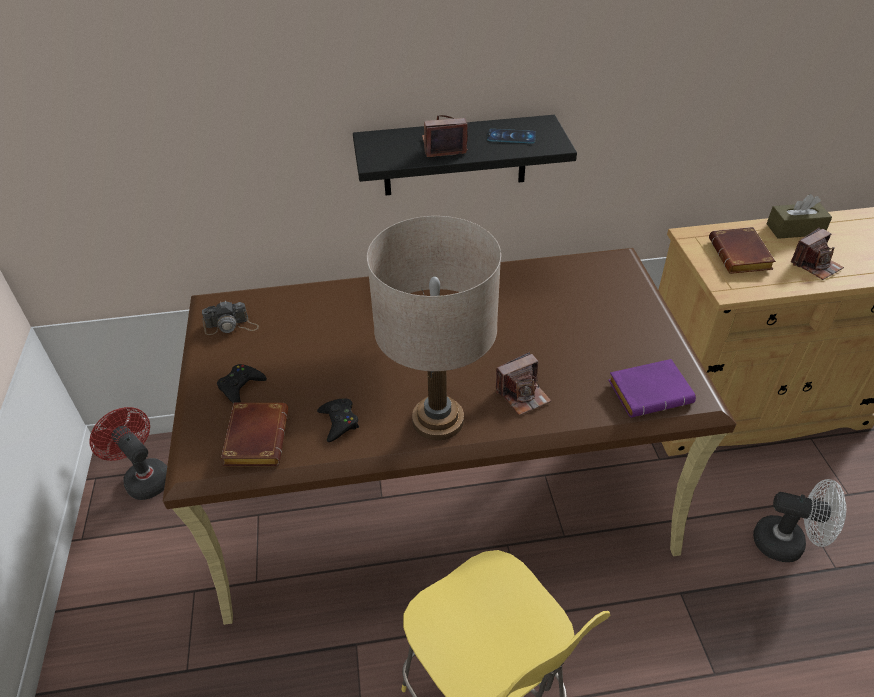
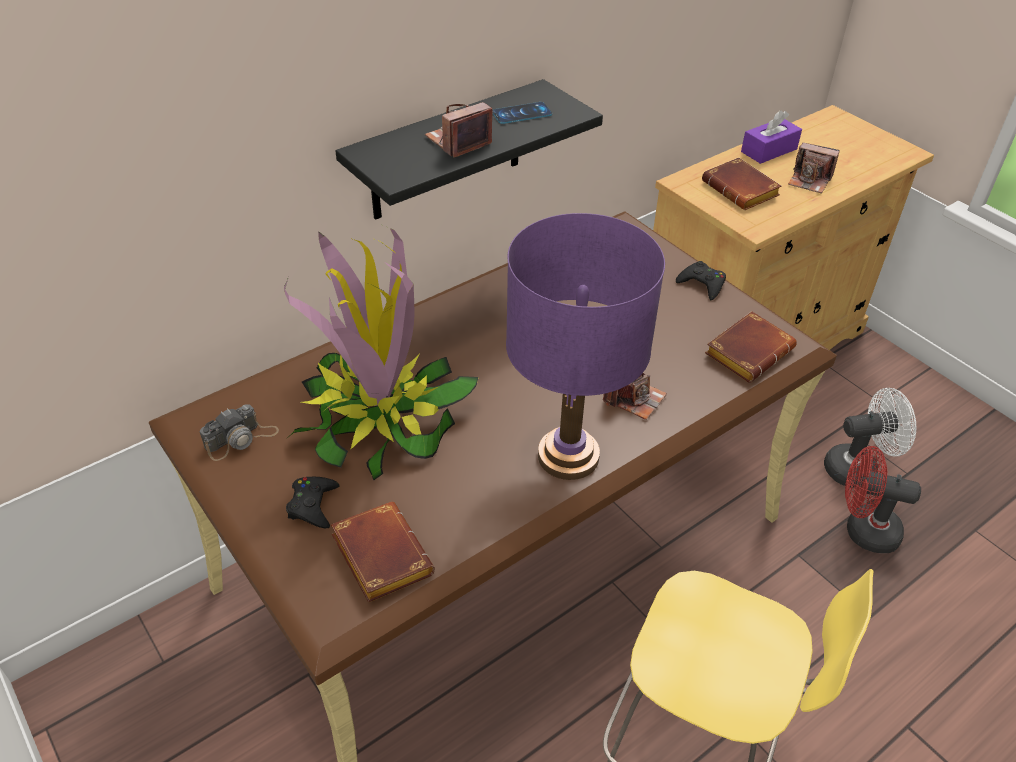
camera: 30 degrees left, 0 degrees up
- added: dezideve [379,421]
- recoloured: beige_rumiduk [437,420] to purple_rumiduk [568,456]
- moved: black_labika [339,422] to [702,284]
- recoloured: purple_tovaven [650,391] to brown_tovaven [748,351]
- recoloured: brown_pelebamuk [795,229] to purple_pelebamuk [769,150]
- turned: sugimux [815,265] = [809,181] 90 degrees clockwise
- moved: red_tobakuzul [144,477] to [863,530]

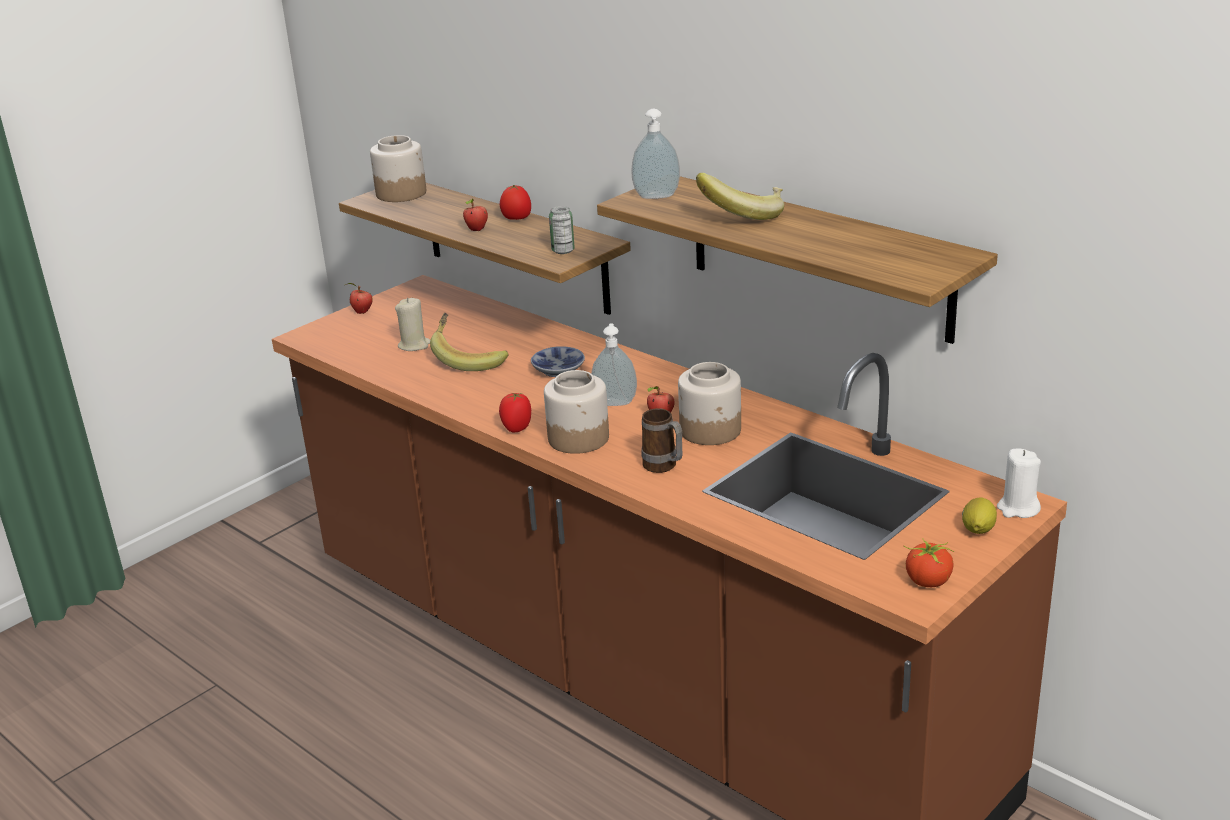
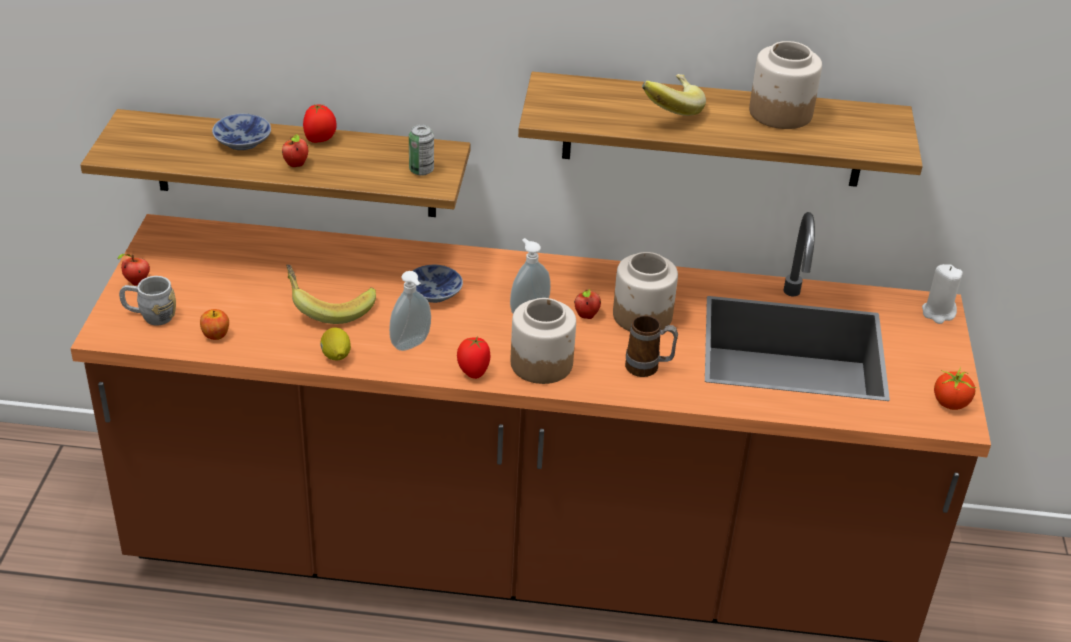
camera: 40 degrees left, 10 degrees up
- added: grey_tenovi [150,316]
- added: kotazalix [216,335]
- added: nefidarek [241,140]
- moved: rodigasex [977,530] to [336,356]
- moved: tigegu [656,197] to [412,345]
- moved: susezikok [401,193] to [779,112]
- removed: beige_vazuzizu [414,345]

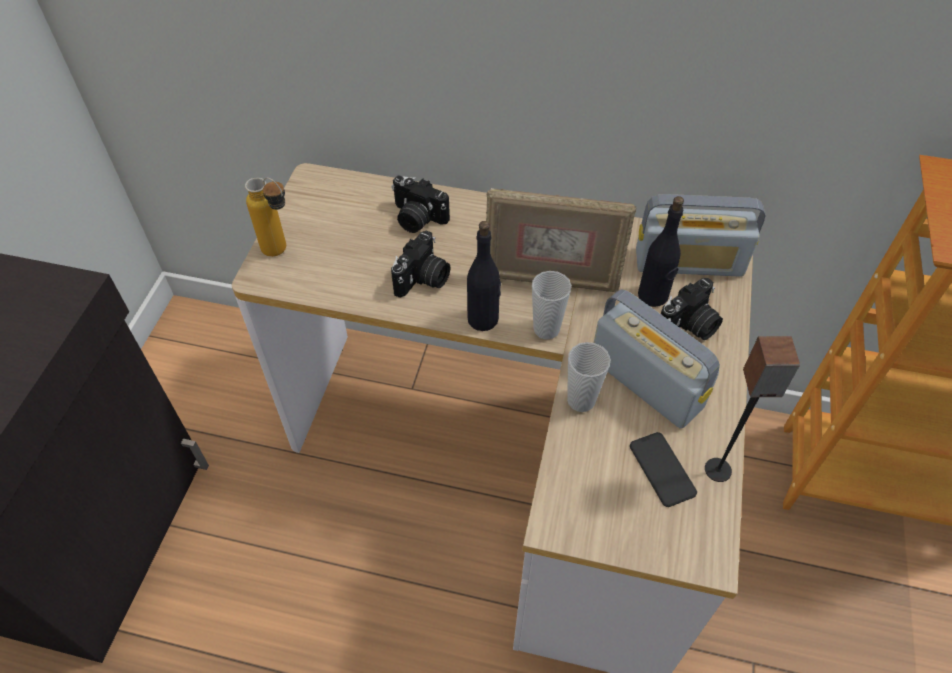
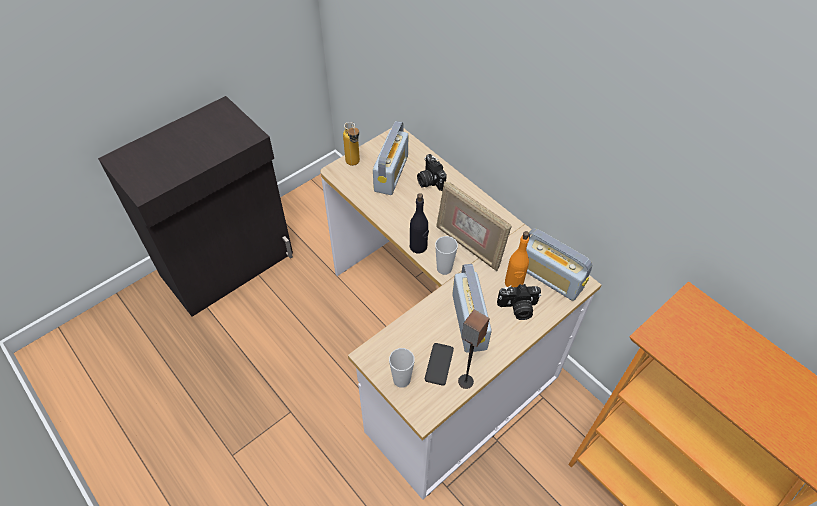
camera: 35 degrees right, 0 degrees up
- added: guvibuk [391,173]
- moved: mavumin [581,400] to [401,380]
- recoloured: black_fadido [653,296] to orange_fadido [513,283]
- removed: sugimux [423,279]

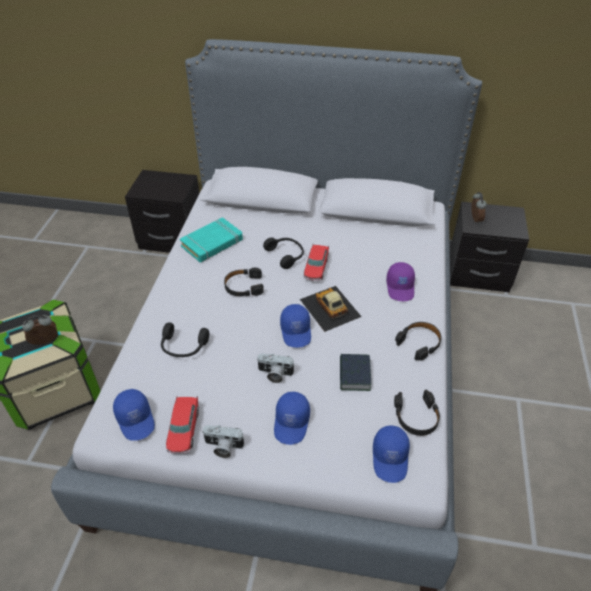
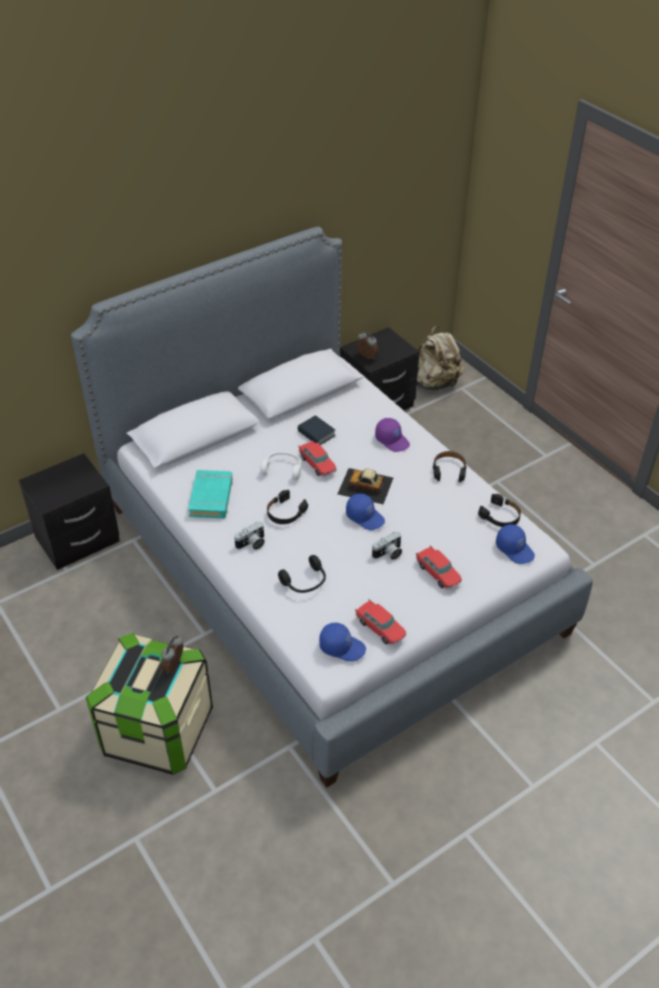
camera: 45 degrees left, 0 degrees up
- moved: sugimux [223,447] to [252,544]
- recoloured: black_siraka [286,255] to white_siraka [283,469]
- moved: tovaven [354,375] to [316,434]
- replaced: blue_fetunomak [292,423] to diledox [438,573]
- added: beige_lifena [434,383]

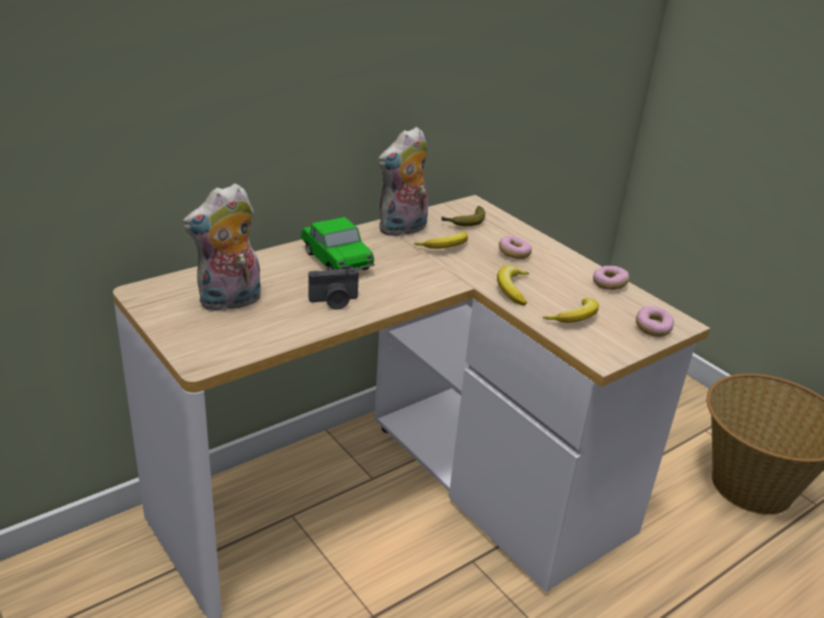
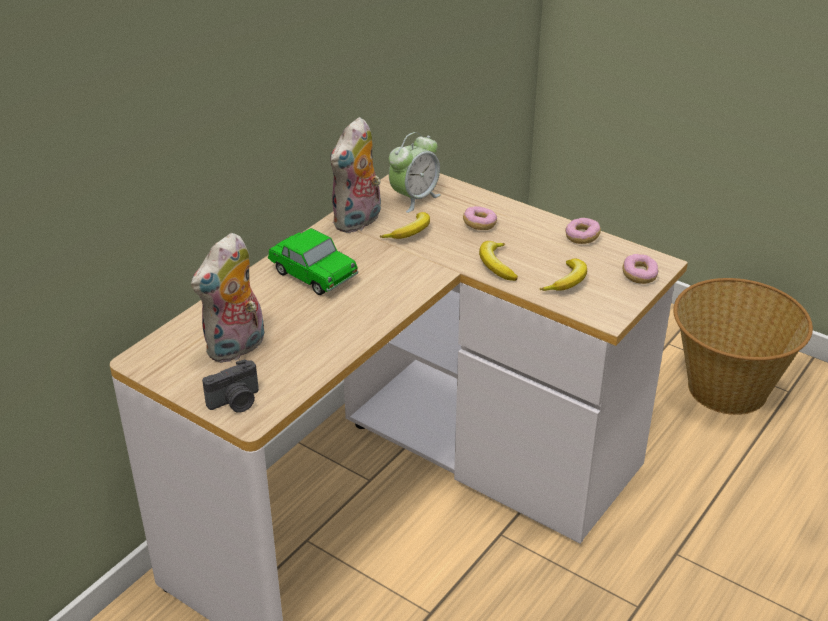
camera: 15 degrees left, 5 degrees up
- moved: sugimux [334,301] to [236,402]
- replaced: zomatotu [464,222] to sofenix [414,199]

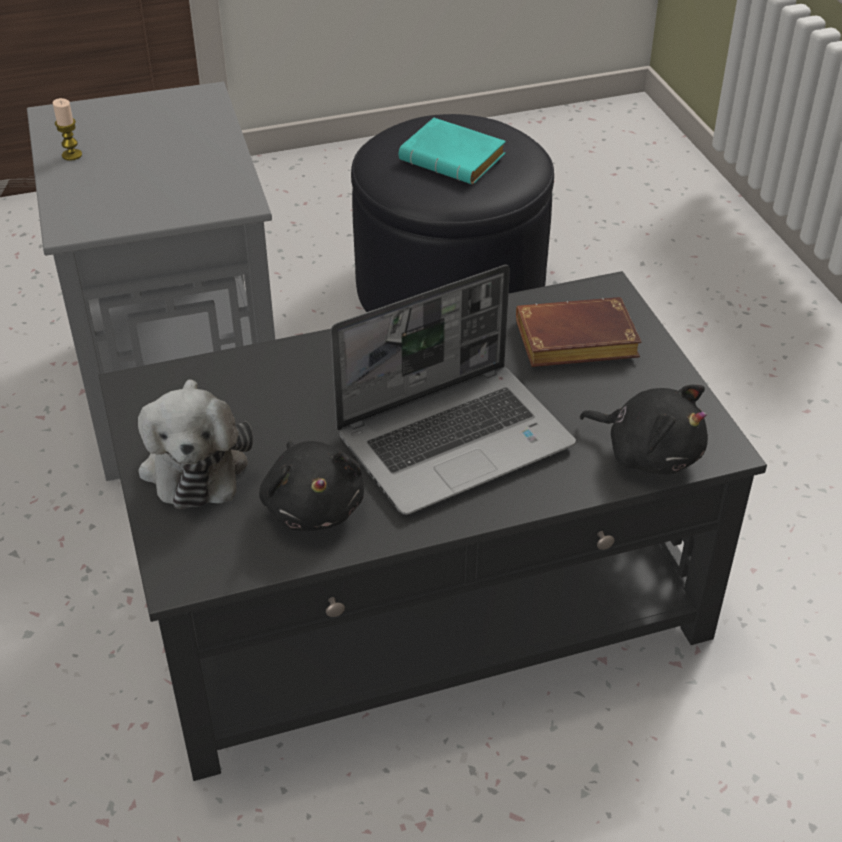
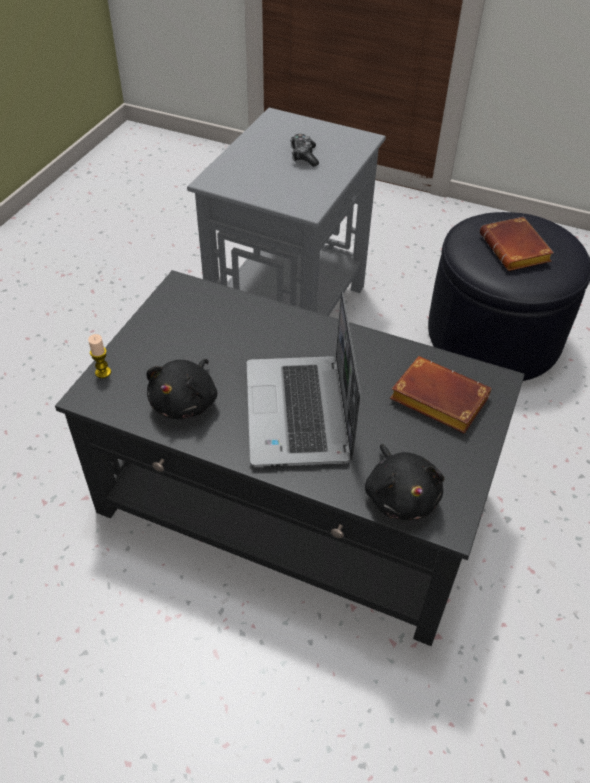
camera: 40 degrees right, 5 degrees up
- moved: vazuzizu [72,155] to [103,372]
- turned: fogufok [456,439] = [300,413] 75 degrees clockwise
- added: labika [304,156]
- recoloured: turquoise_tovaven [456,159] to brown_tovaven [516,250]
- removed: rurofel [195,462]

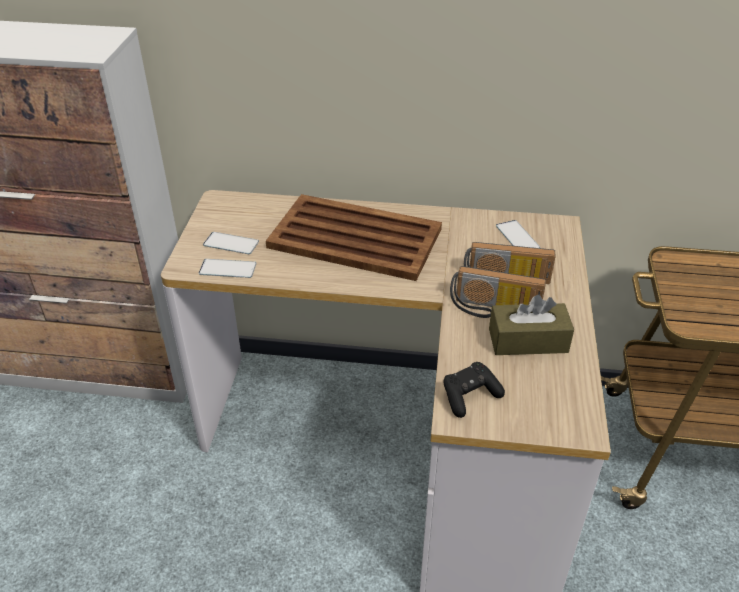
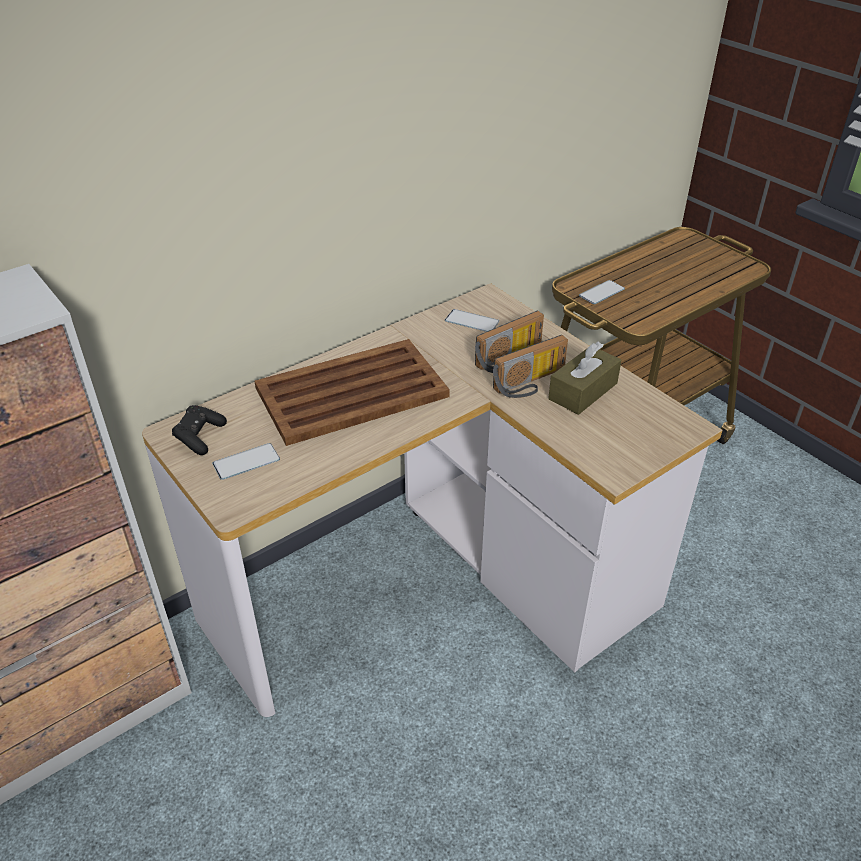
camera: 45 degrees left, 0 degrees up
- moved: black_labika [469,396] to [200,437]
- moved: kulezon [227,269] to [601,292]

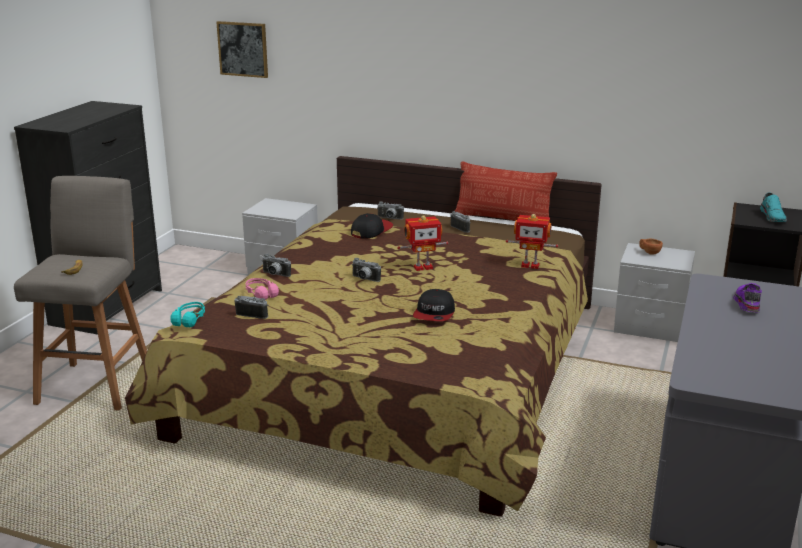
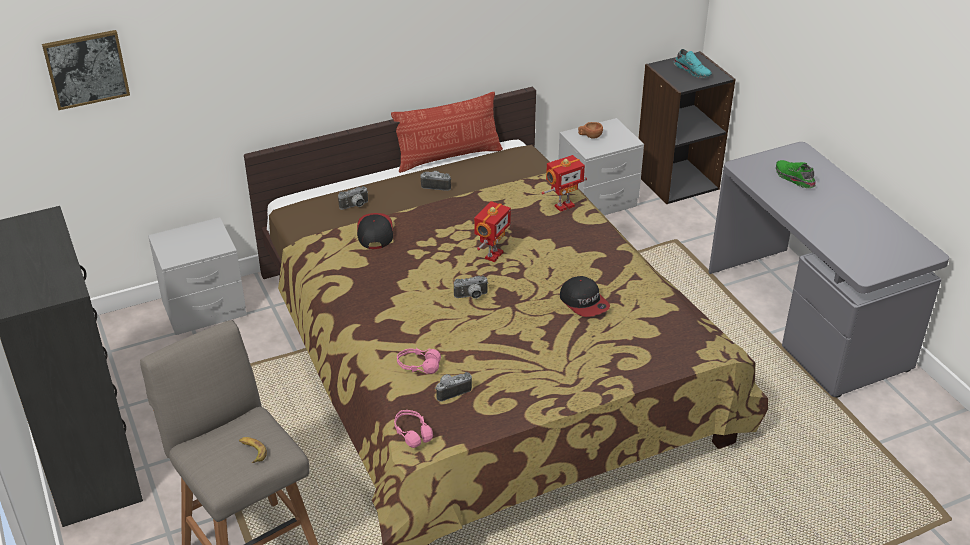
camera: 45 degrees left, 15 degrees up
- recoloured: turquoise_siraka [189,320] to pink_siraka [412,433]
- recoloured: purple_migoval [746,303] to green_migoval [793,178]
- removed: sugimux [275,275]

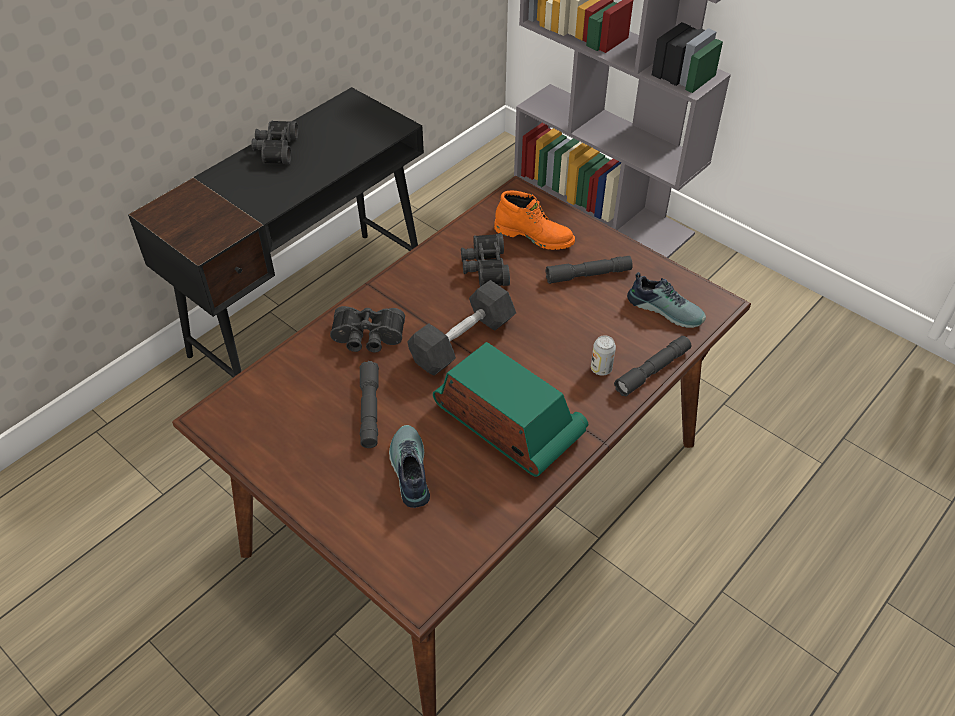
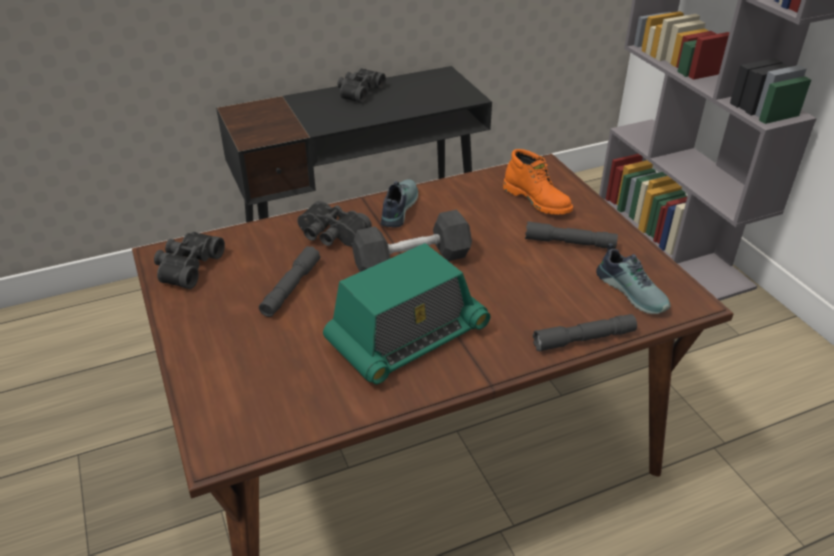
camera: 25 degrees right, 10 degrees down
- moved: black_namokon [484,268] to [187,267]
- turned: guvibuk [508,422] = [407,337] 75 degrees clockwise
- moved: migoval [408,470] to [397,208]
- removed: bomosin [601,369]

